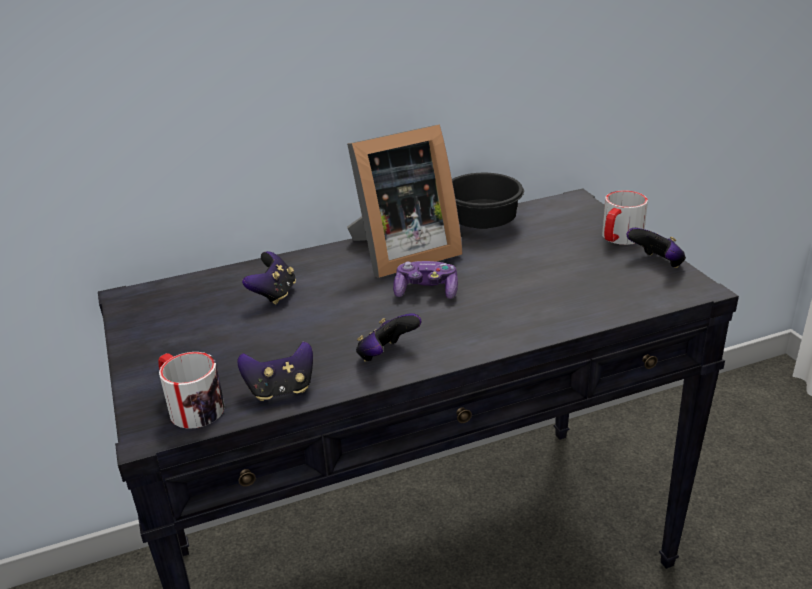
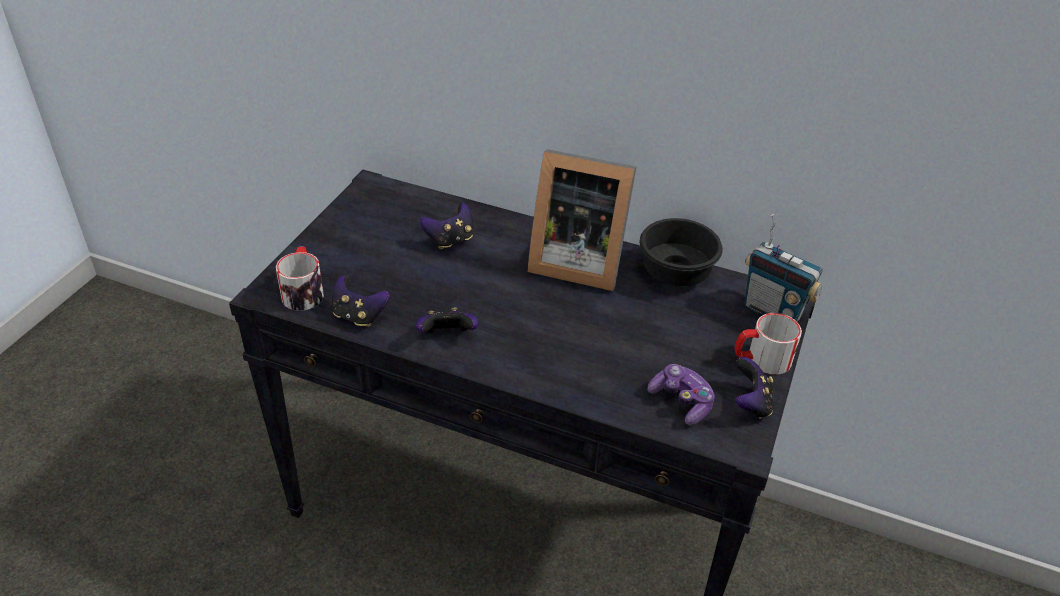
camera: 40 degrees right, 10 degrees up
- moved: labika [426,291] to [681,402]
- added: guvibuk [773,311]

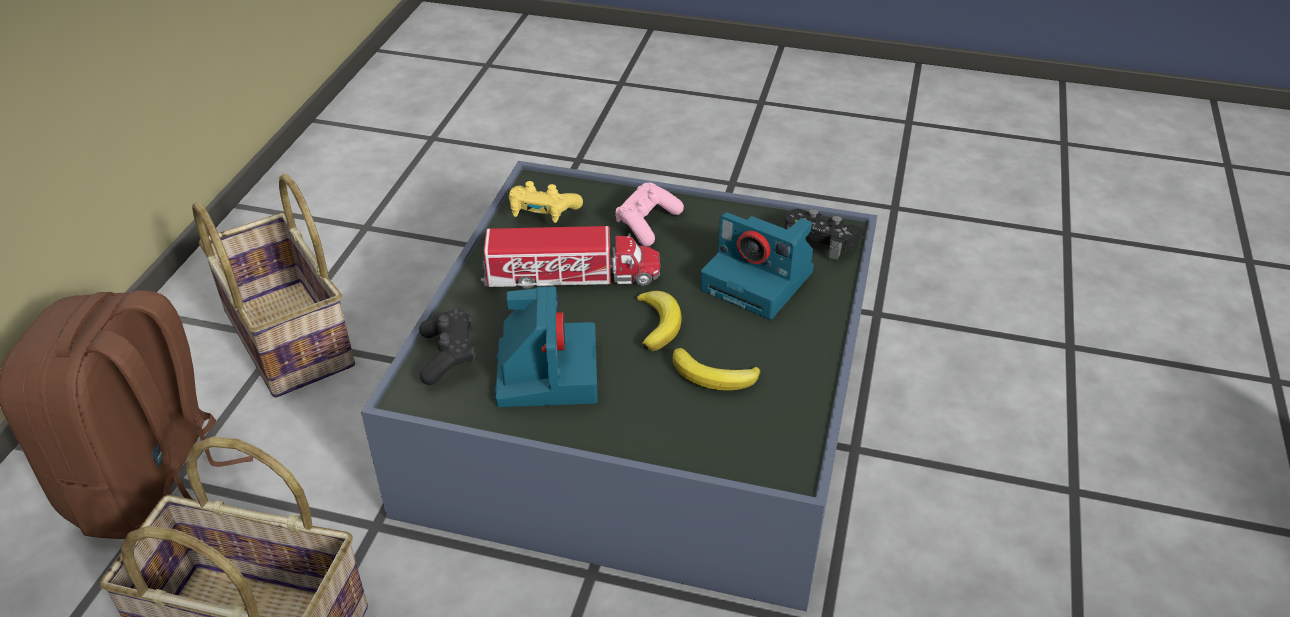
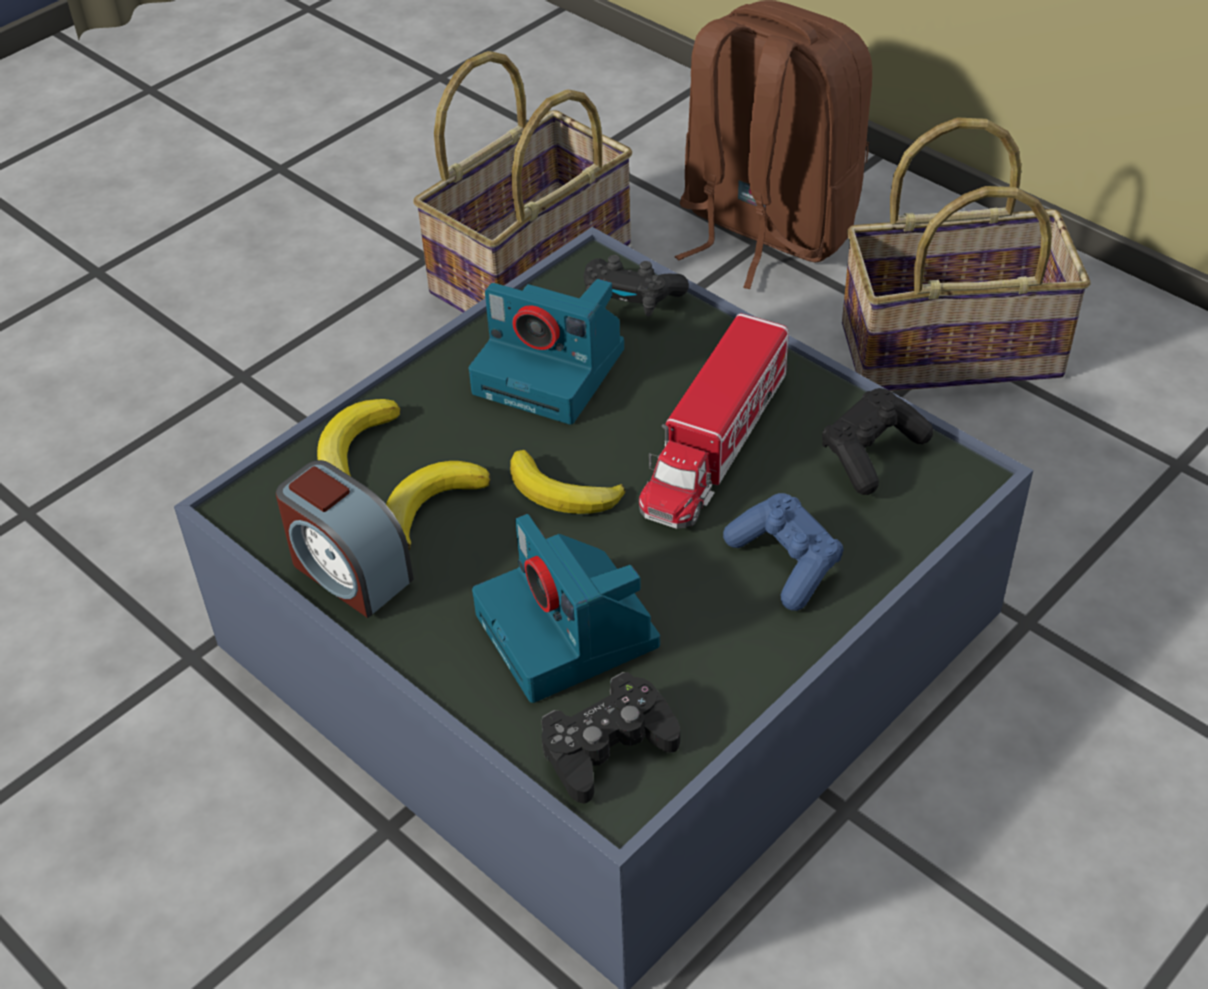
camera: 120 degrees right, 5 degrees up
- added: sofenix [349,571]
- added: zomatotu [355,448]
- turned: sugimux [760,281] = [570,632] 90 degrees counterclockwise
- recoloured: pink_labika [647,224] to blue_labika [785,563]
- recoloured: yellow_labika [542,213] to black_labika [871,453]

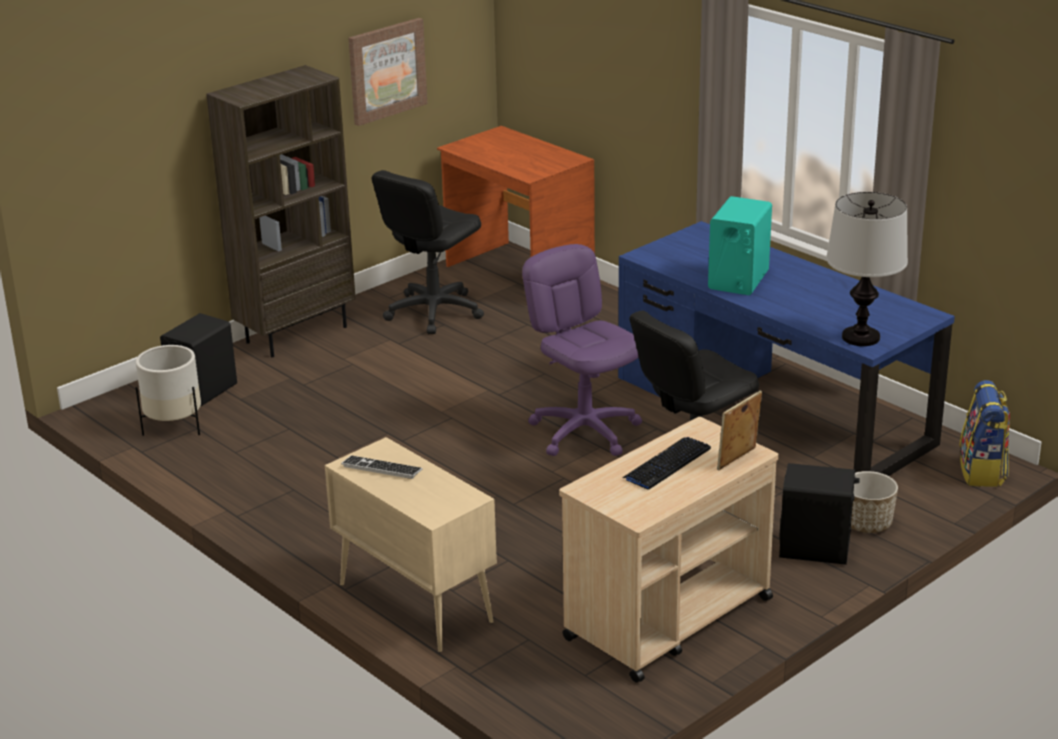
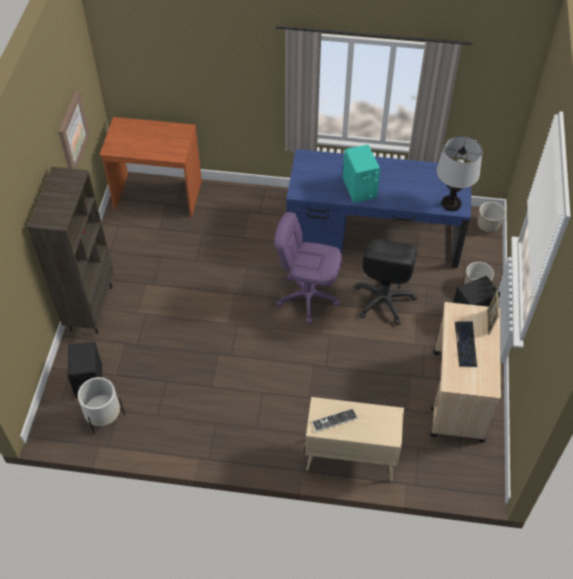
camera: 40 degrees left, 25 degrees up
- replaced: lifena [982,471] to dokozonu [488,225]
- removed: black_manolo [433,312]

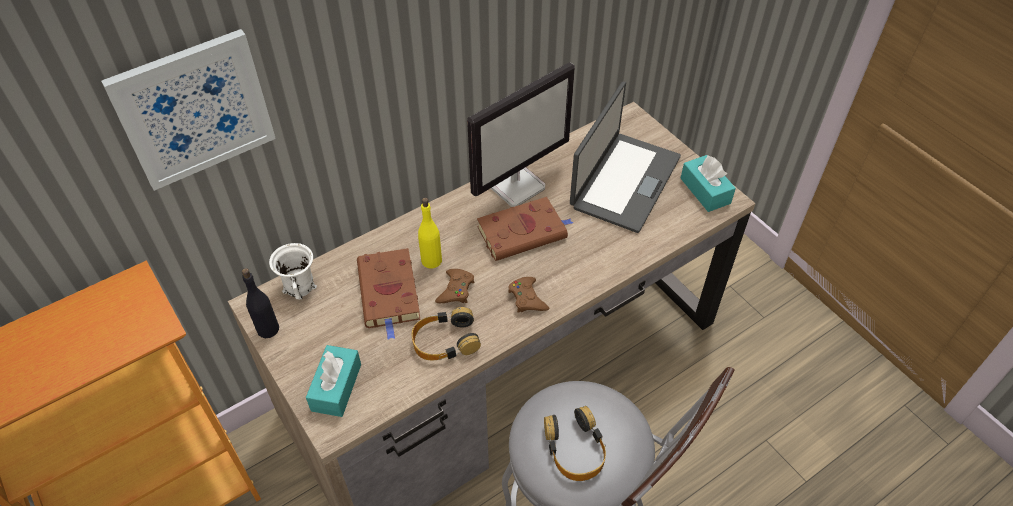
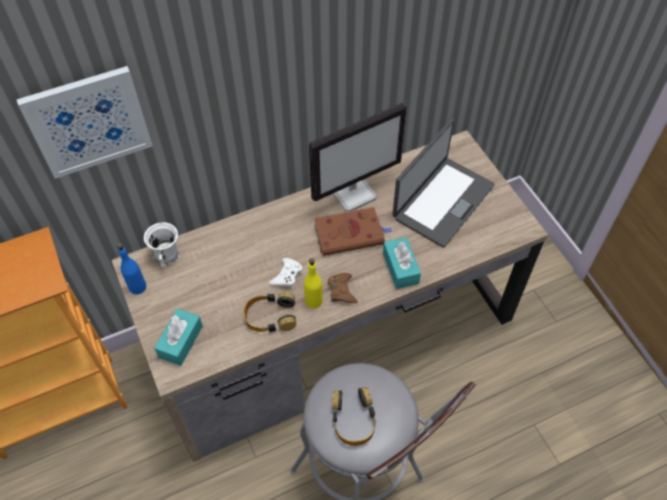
camera: 10 degrees right, 5 degrees up
- recoloured: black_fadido [268,329] to blue_fadido [137,287]
- recoloured: brown_labika [456,290] to white_labika [287,275]
- moved: yellow_fadido [431,260] to [313,301]
- moved: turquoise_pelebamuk [705,191] to [400,268]
- removed: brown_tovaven [389,294]

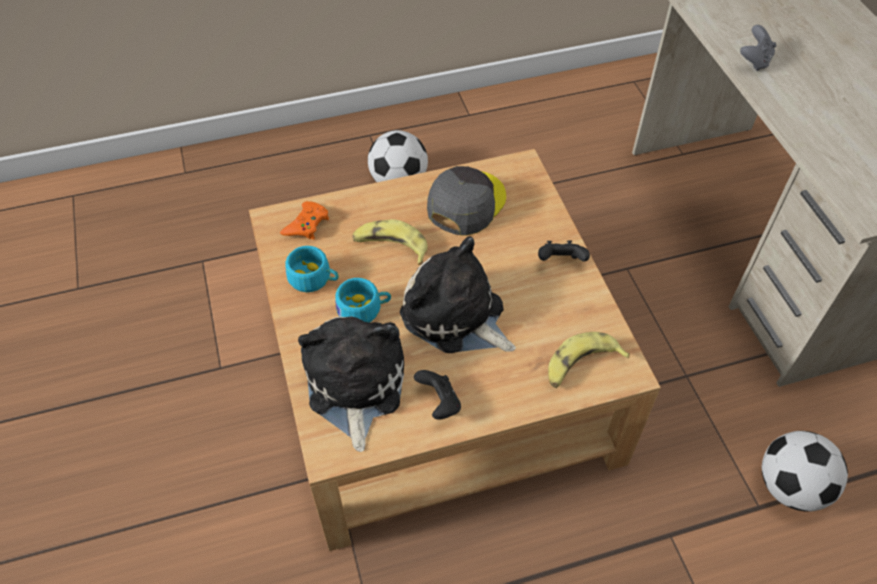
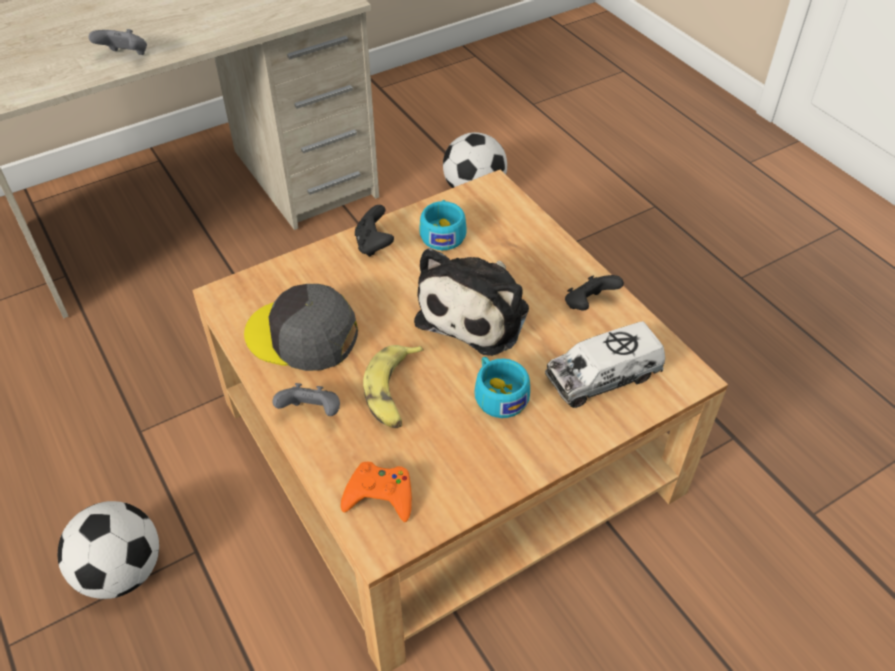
camera: 105 degrees left, 5 degrees down
- added: grey_labika [312,412]
- moved: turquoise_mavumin [314,279] to [443,233]
- replaced: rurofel [354,386] to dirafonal [603,377]
- removed: zomatotu [581,365]

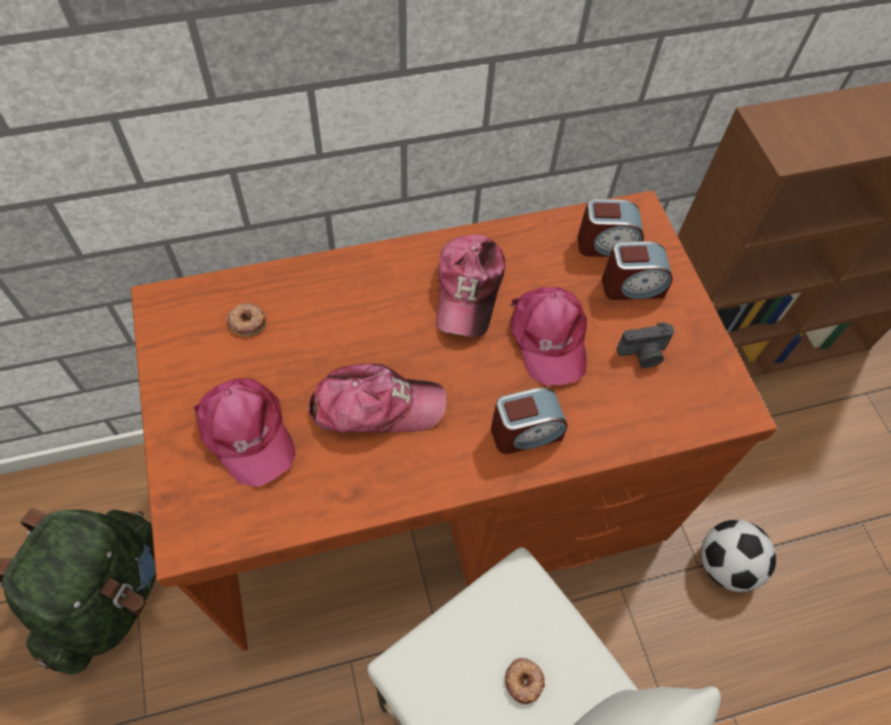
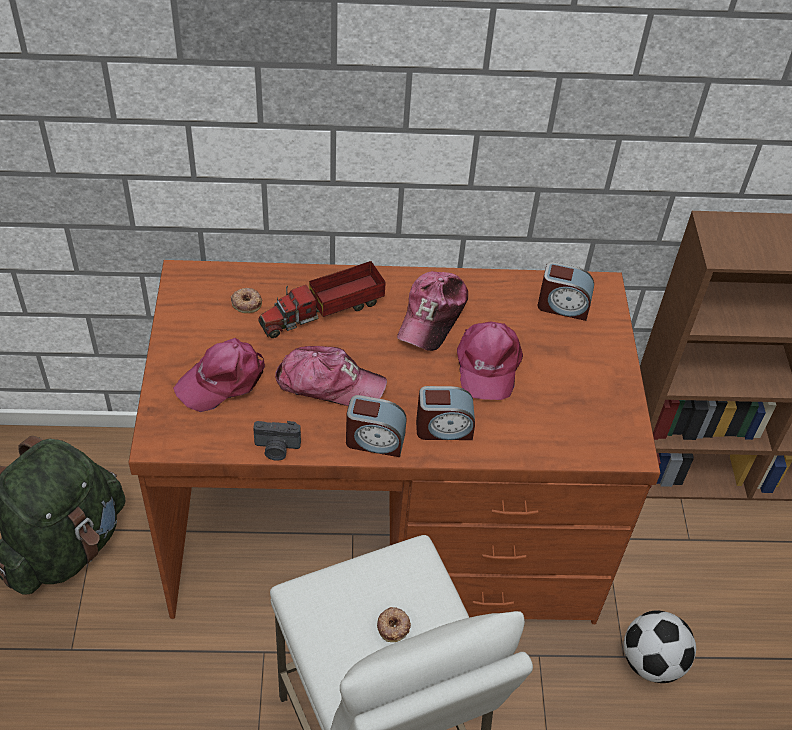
camera: 15 degrees right, 10 degrees down
- turned: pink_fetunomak [246,432] = [223,379] 75 degrees clockwise
- moved: sugimux [643,354] to [276,449]
- added: dirafonal [325,311]
- moved: sofenix [632,286] to [374,440]

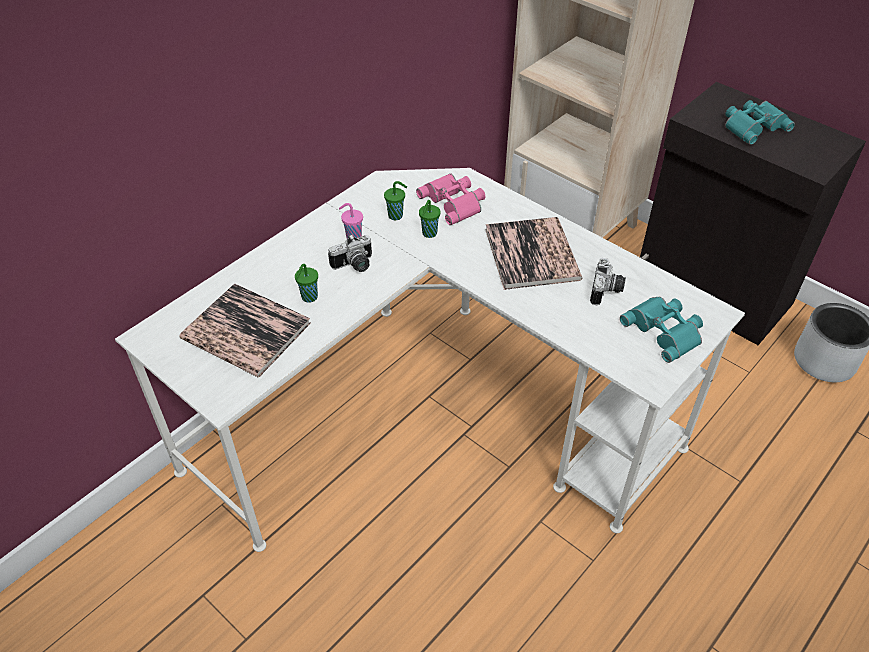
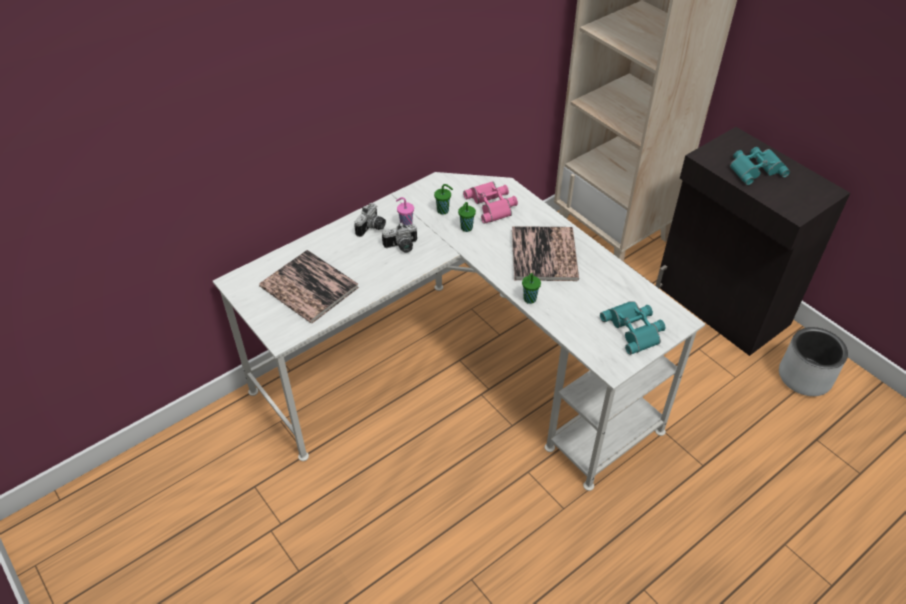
camera: 10 degrees right, 0 degrees up
- moved: sugimux [607,291] to [372,228]
- moved: green_mavumin [309,298] to [529,299]

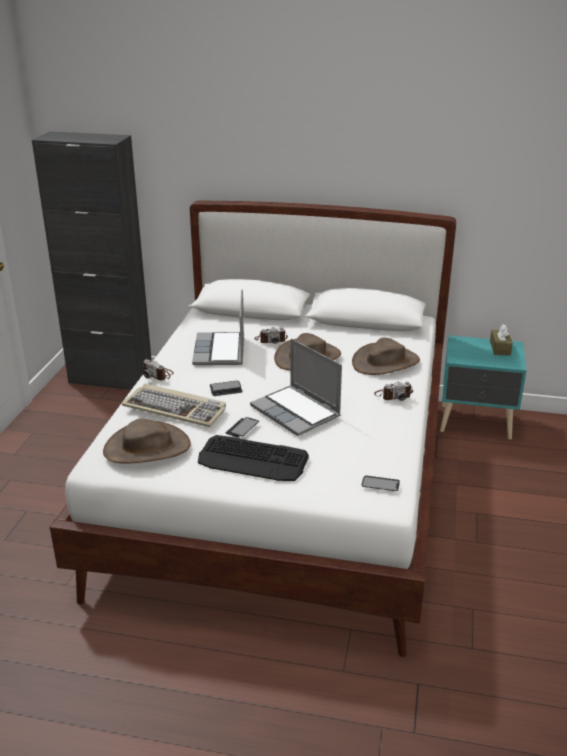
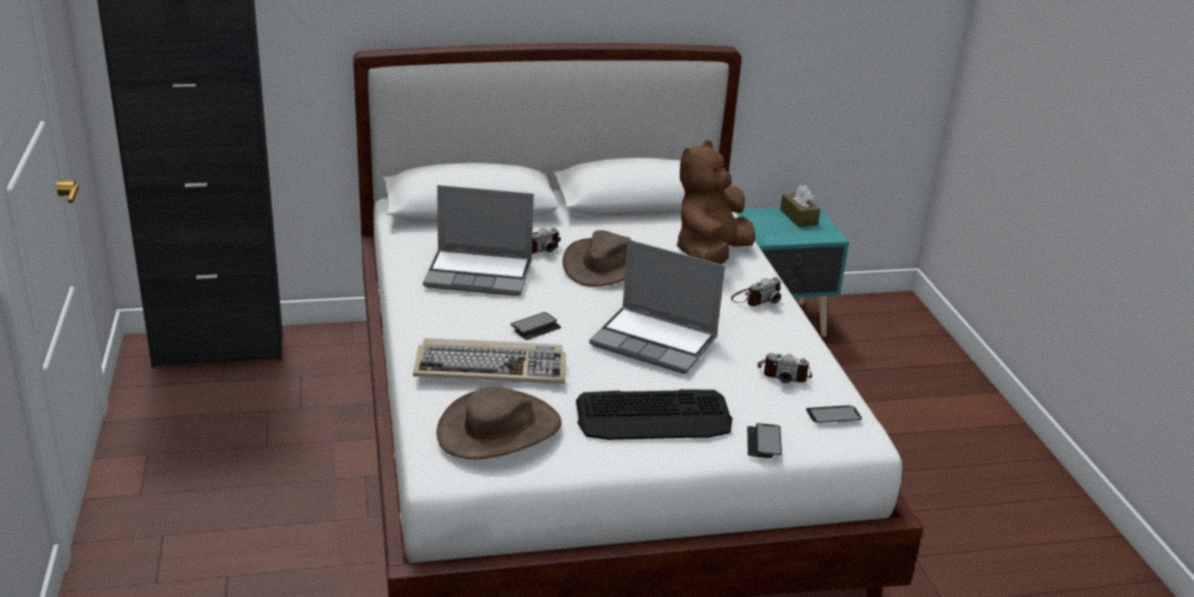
camera: 25 degrees left, 0 degrees up
- turned: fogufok [220,351] = [480,274] 60 degrees counterclockwise
- replaced: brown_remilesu [385,362] to brown_rurofel [710,256]
- moved: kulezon [242,428] to [763,442]
- moved: sugimux [158,374] to [784,373]

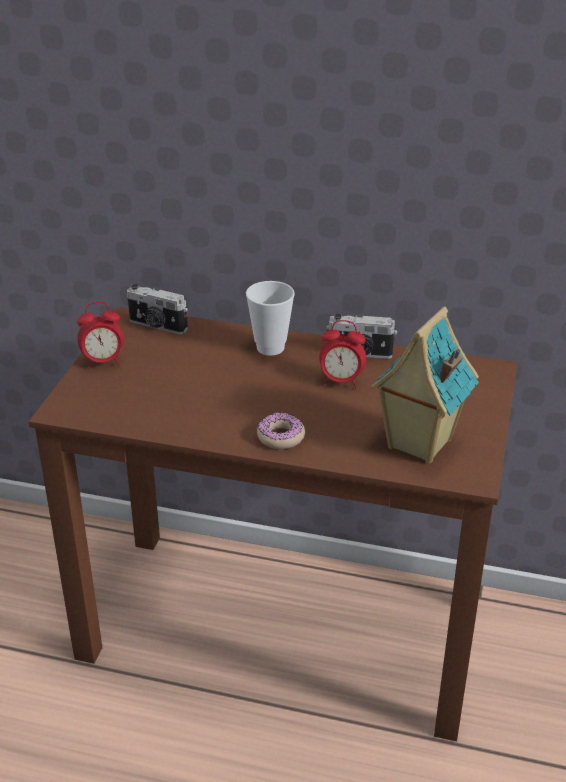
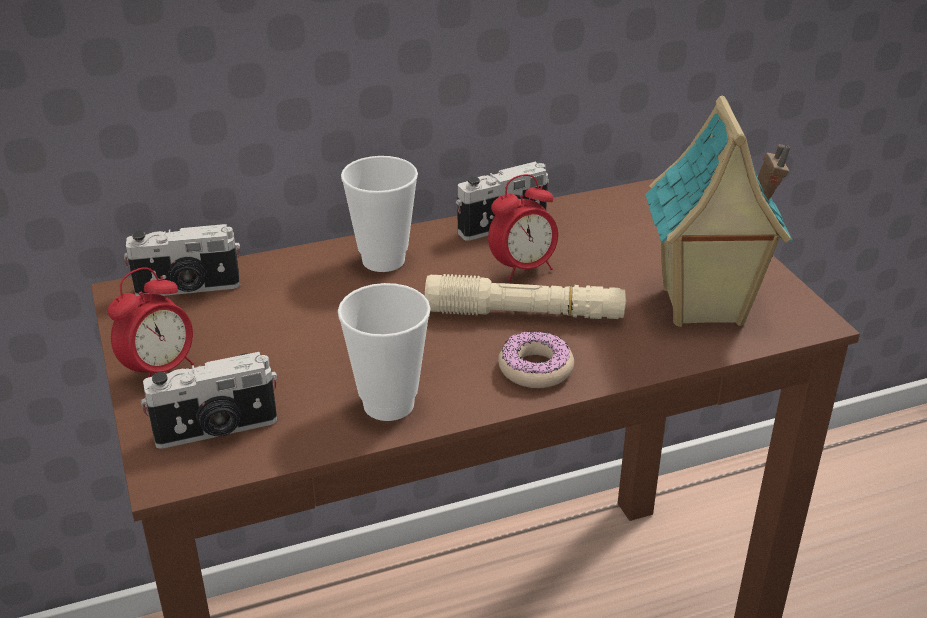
camera: 35 degrees left, 0 degrees up
- added: sugimux [217,430]
- added: mavumin [388,404]
- added: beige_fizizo [525,314]

